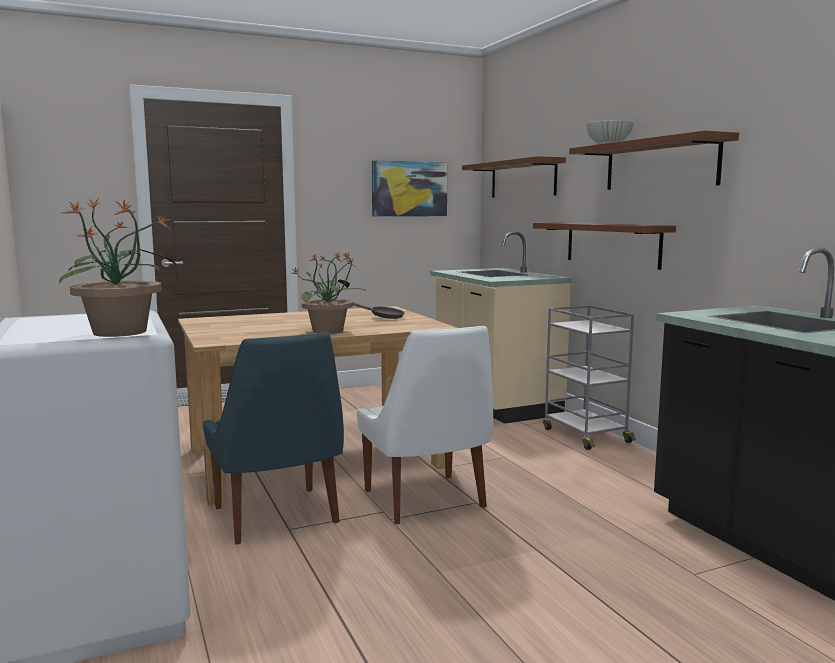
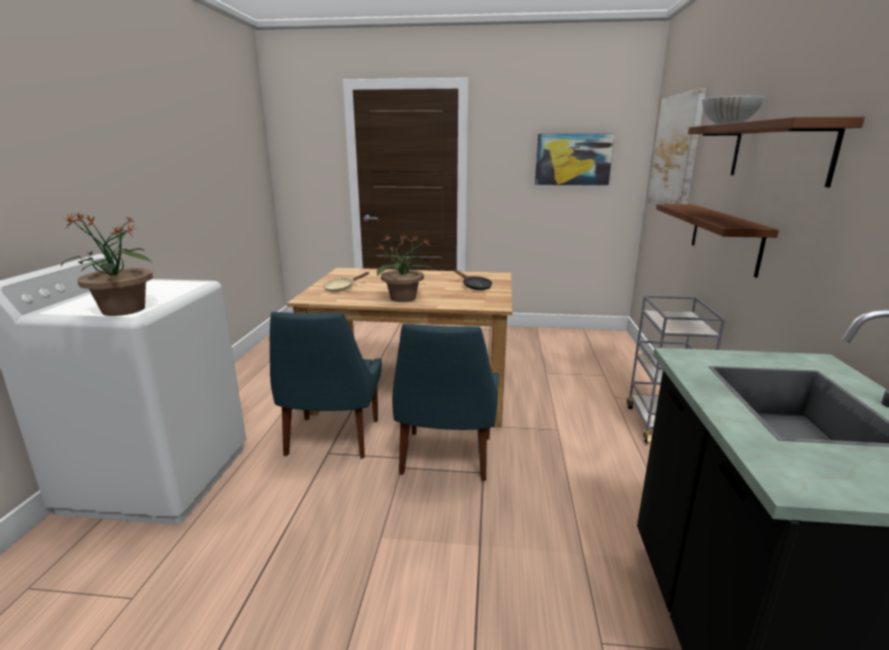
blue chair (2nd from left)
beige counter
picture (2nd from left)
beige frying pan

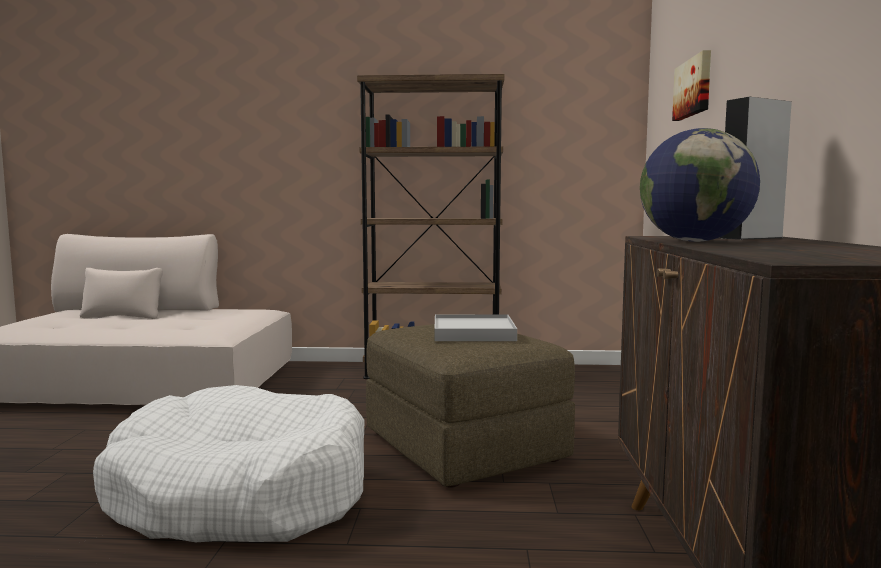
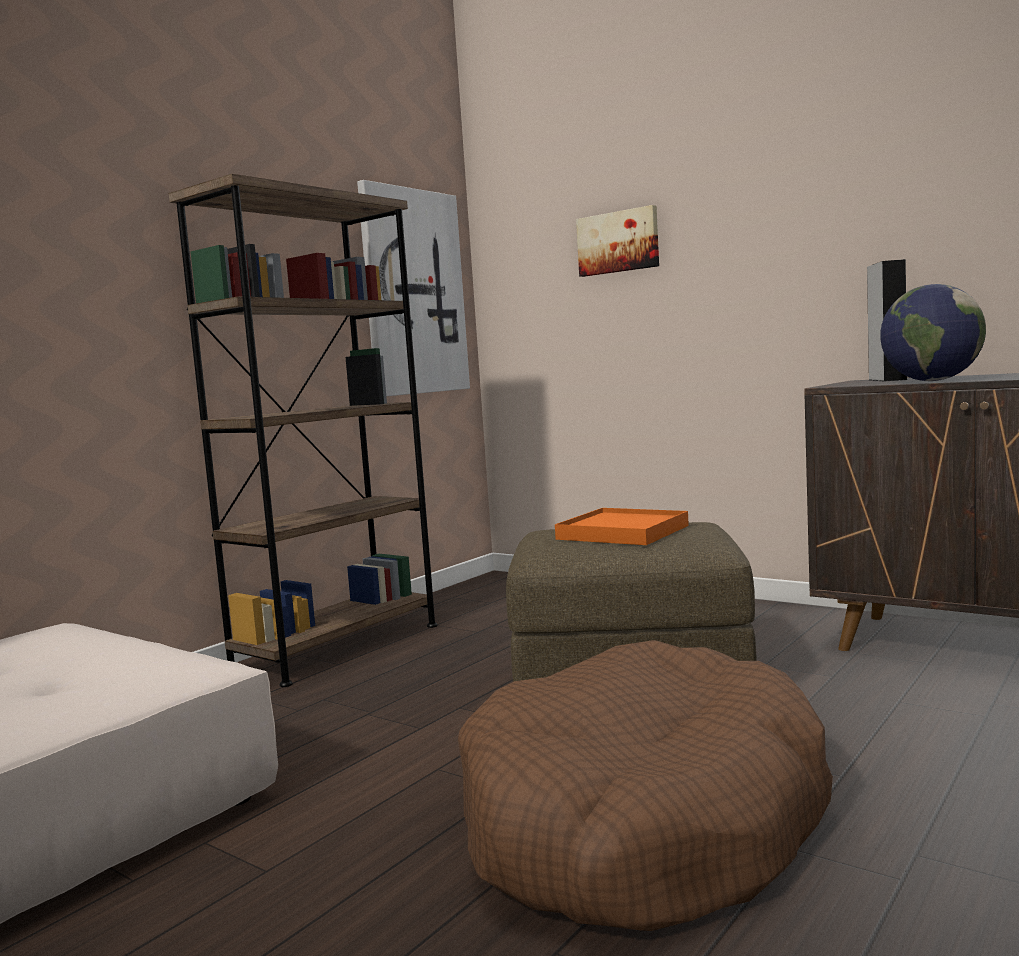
brown dog bed
orange tray
picture (1st from left)

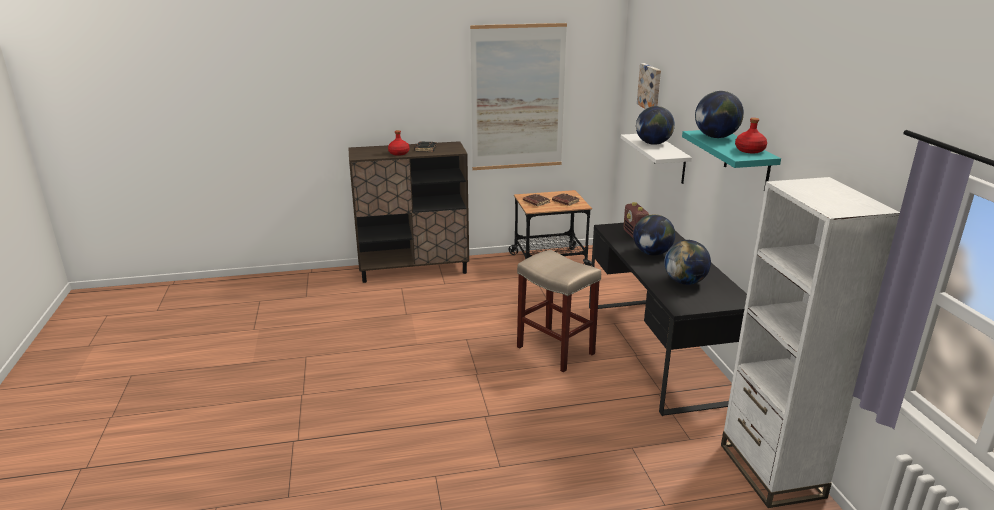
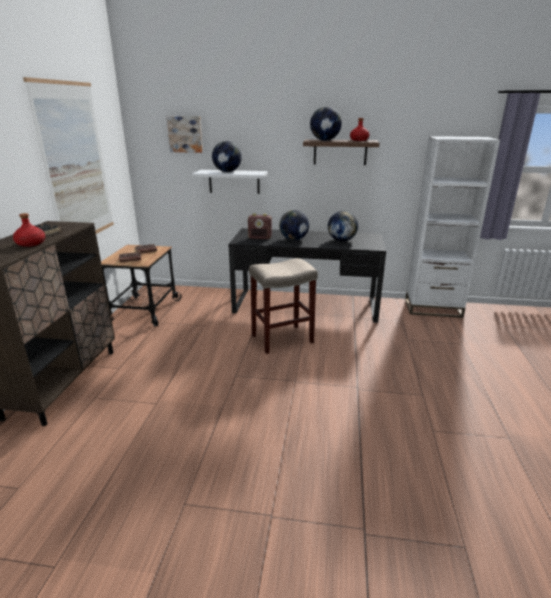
brown shelf

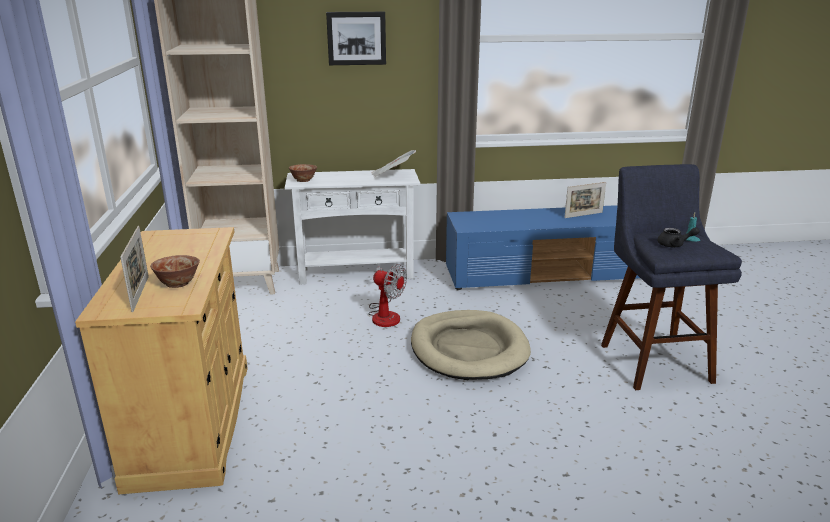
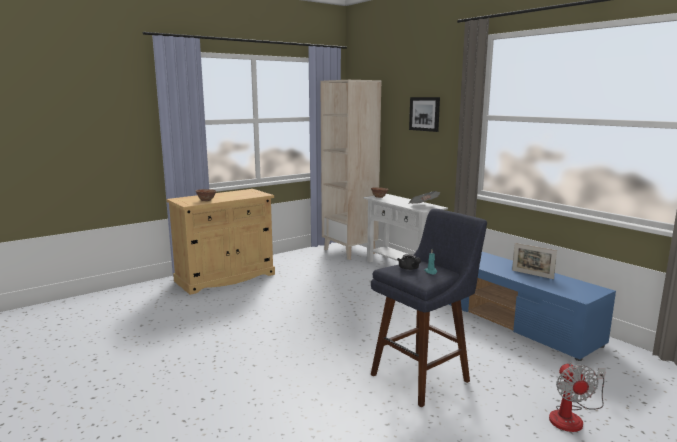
picture frame (1st from left in the first image)
fan
beige dog bed

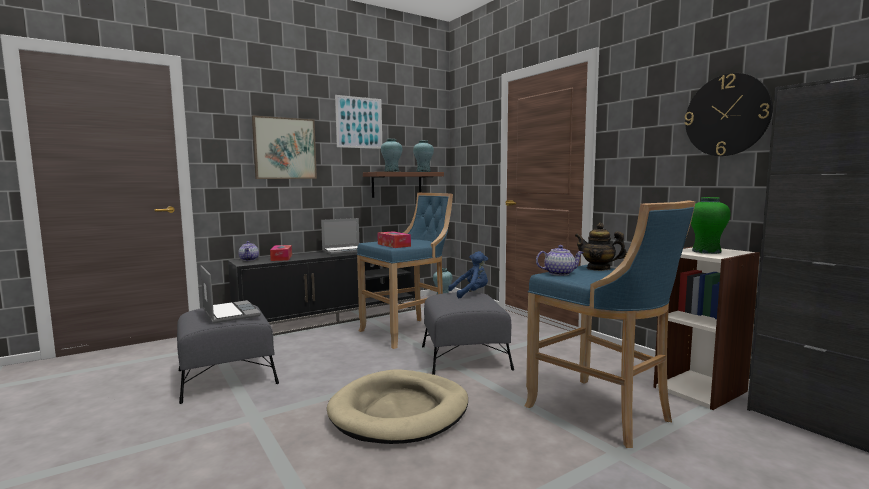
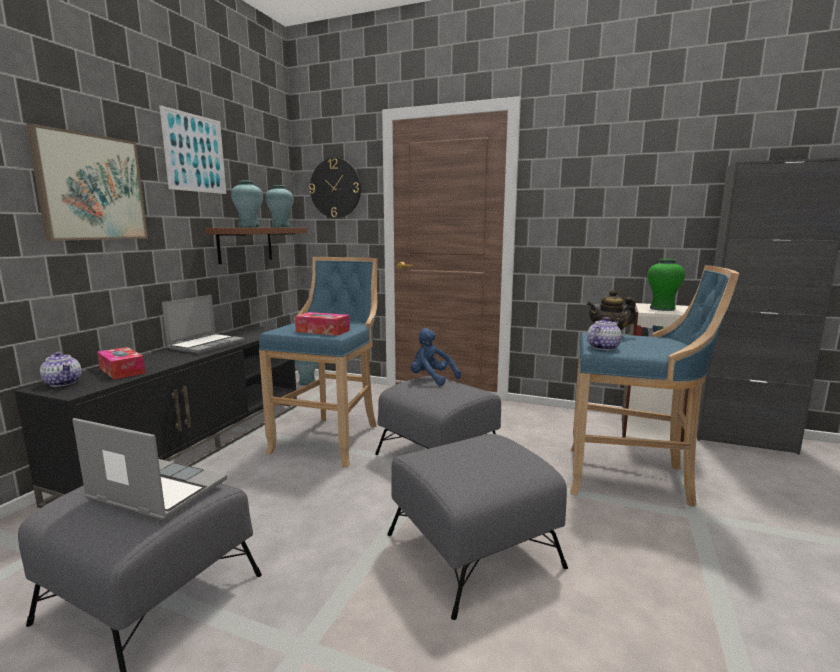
grey ottoman (3rd from left)
blue plush toy
wall clock

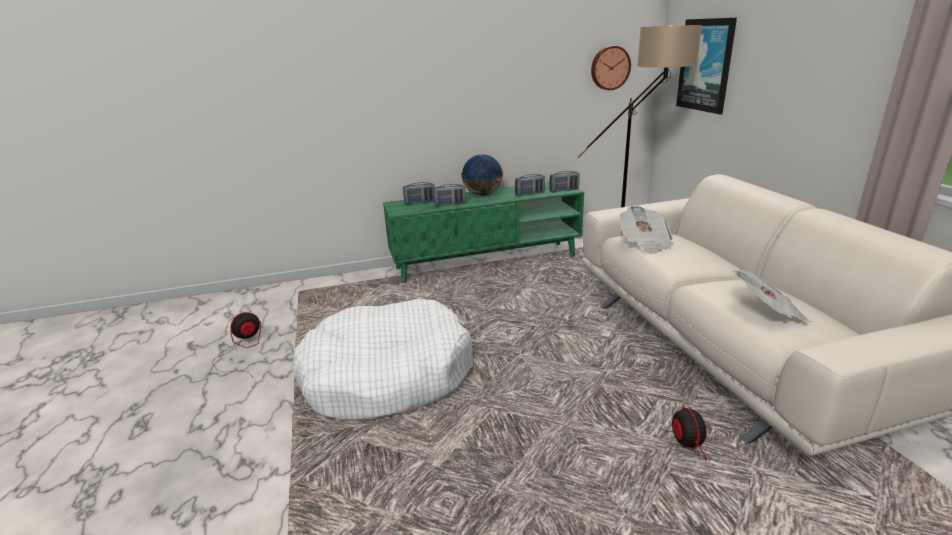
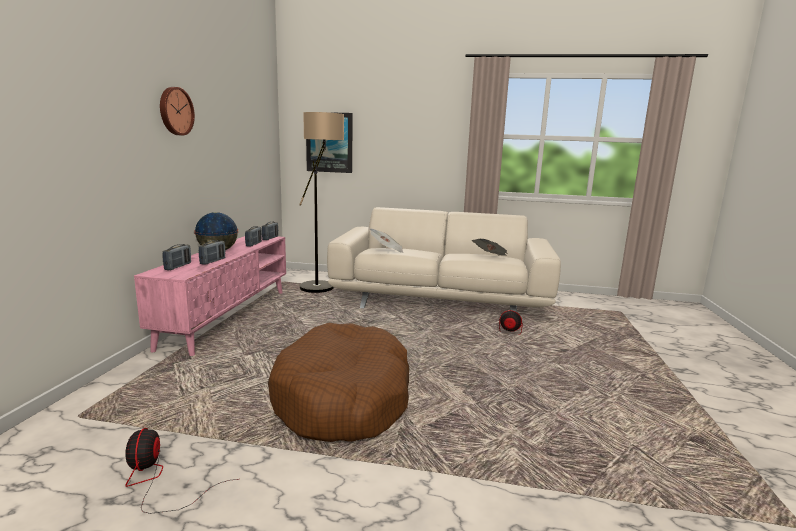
brown dog bed
pink tv stand
wall clock

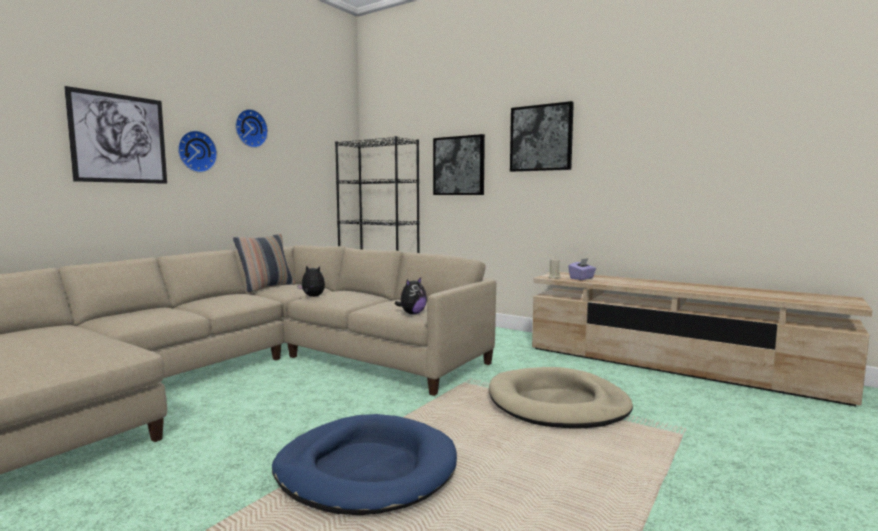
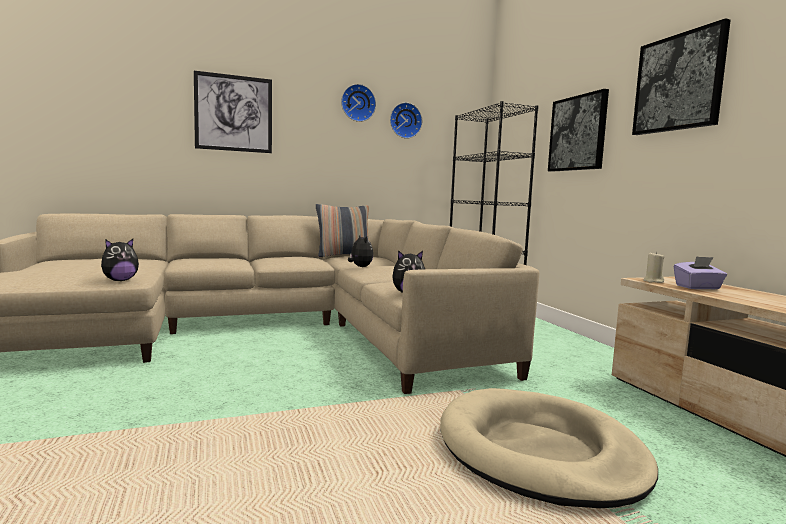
wall clock (2nd from left)
blue dog bed
plush toy (1st from left)

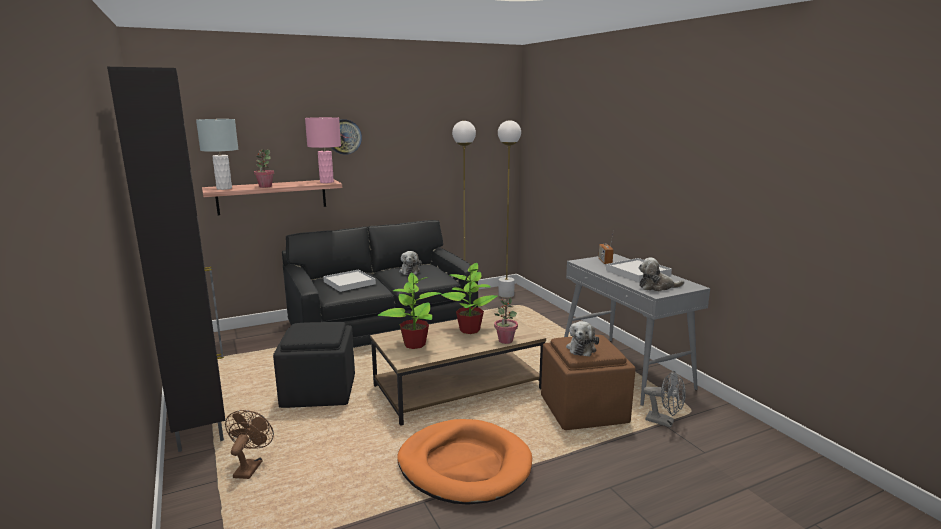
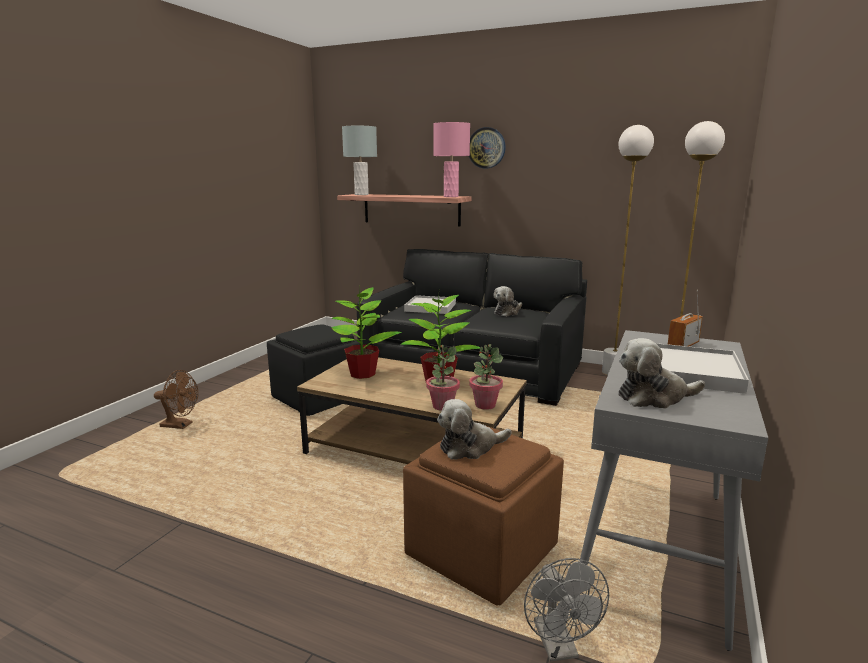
black cabinet
brown fan
potted plant (4th from left)
orange dog bed
plush toy (3rd from left)

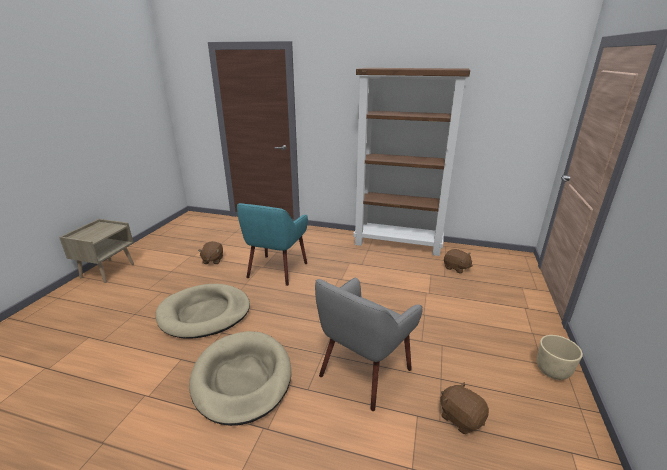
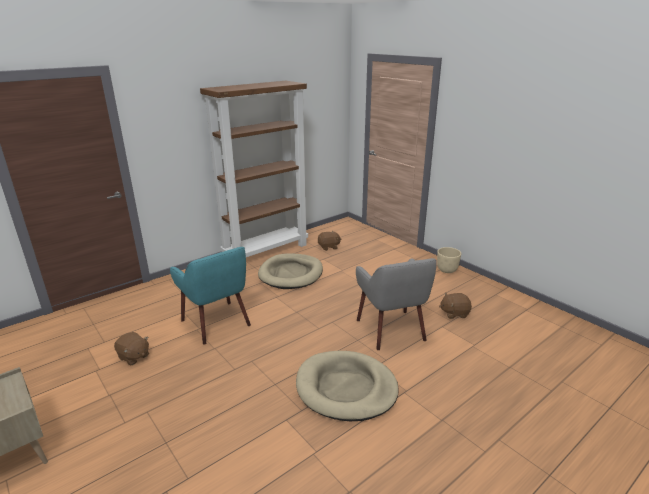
beige dog bed (1st from left)

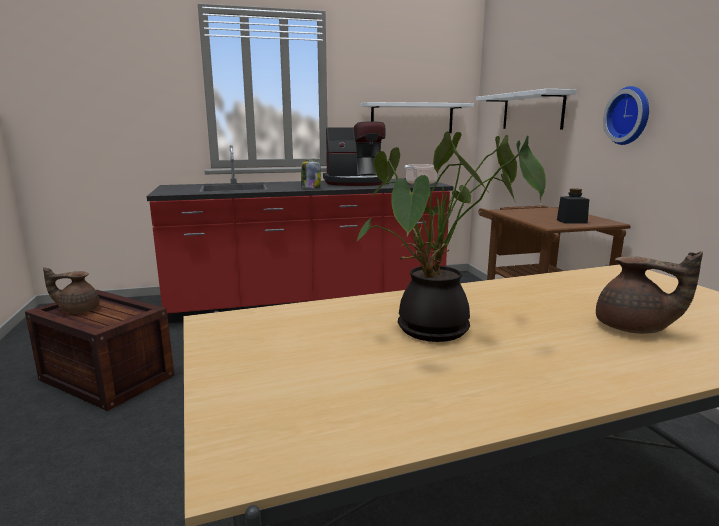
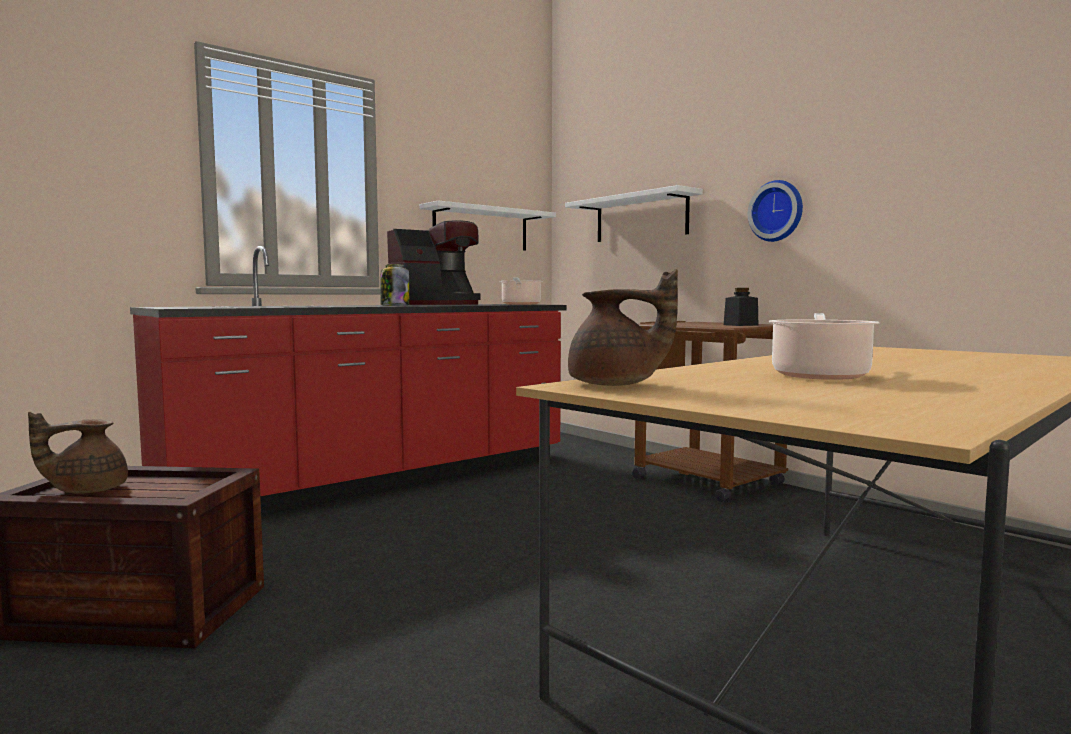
cooking pot (2nd from left)
brown teapot (2nd from left)

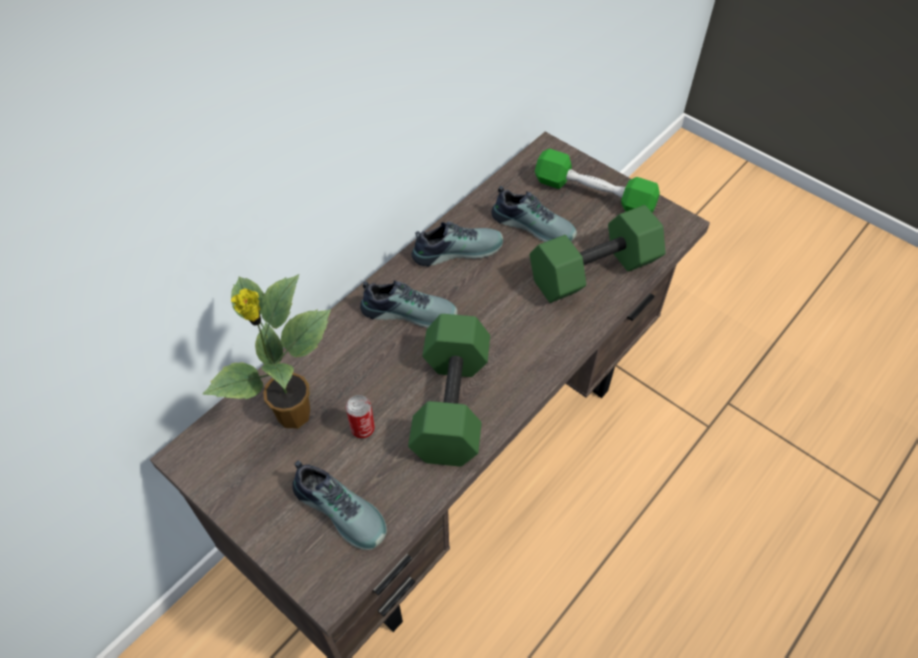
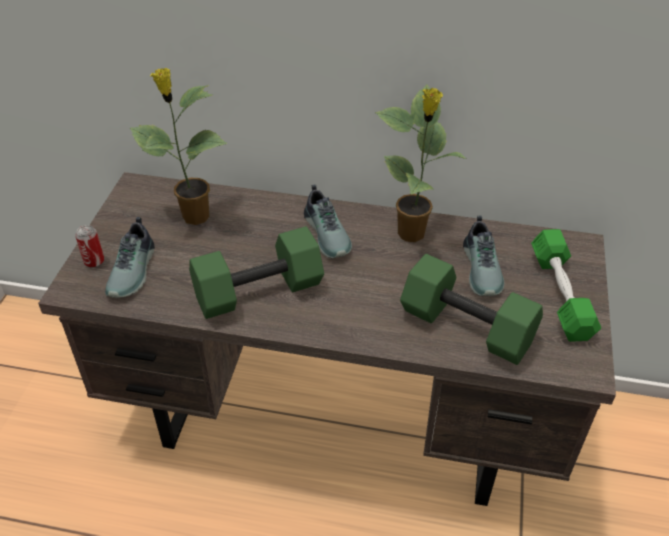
can
potted plant (2nd from left)

